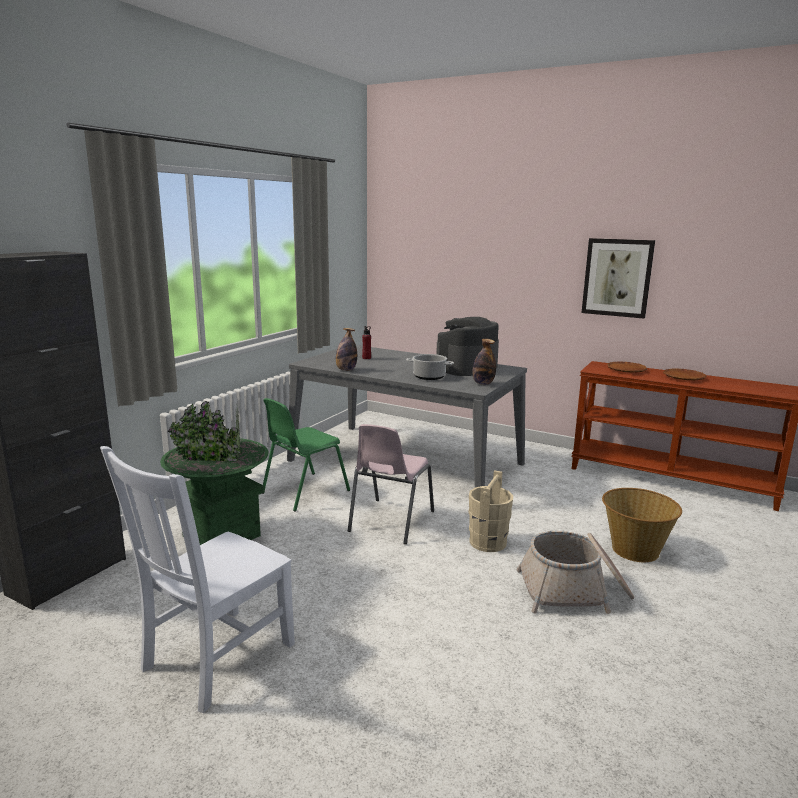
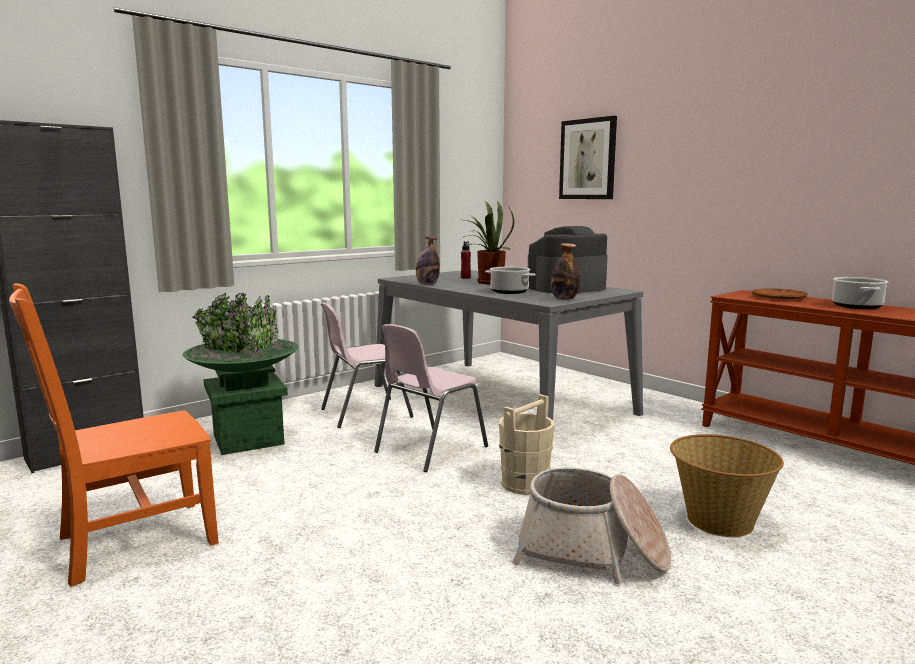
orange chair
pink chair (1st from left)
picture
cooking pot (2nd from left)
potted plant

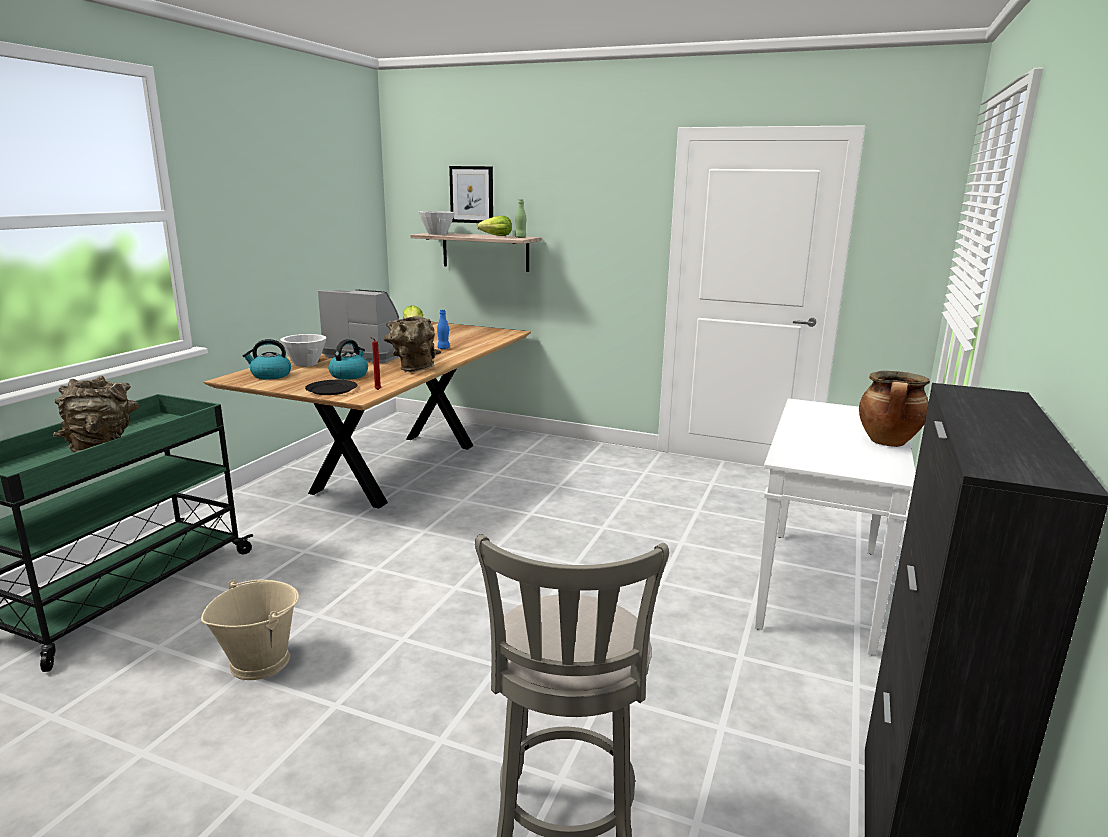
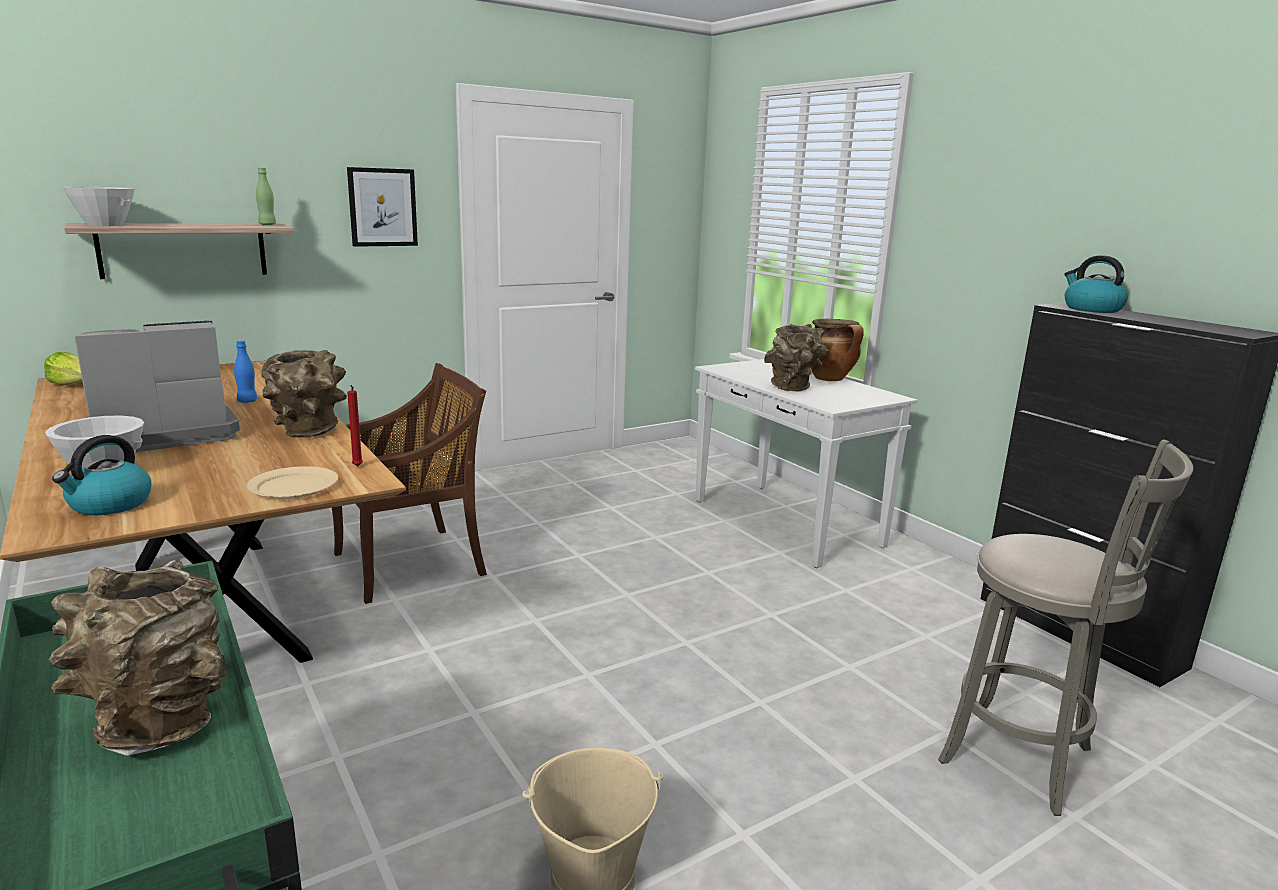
beige plate
kettle (2nd from left)
picture
lettuce (2nd from left in the first image)
brown chair
brown vase (3rd from left)

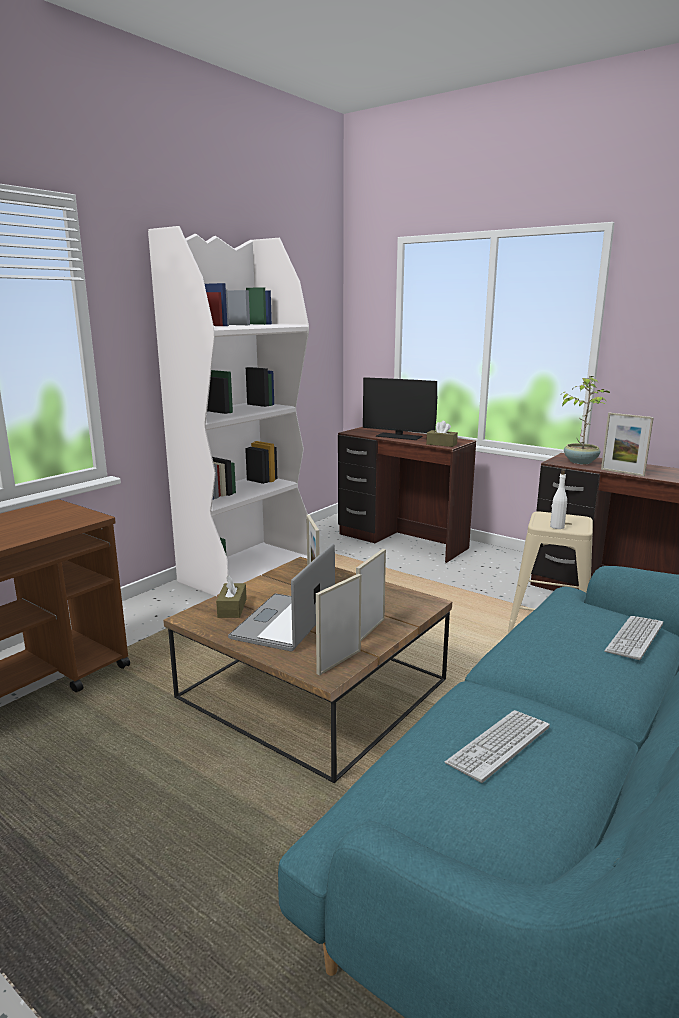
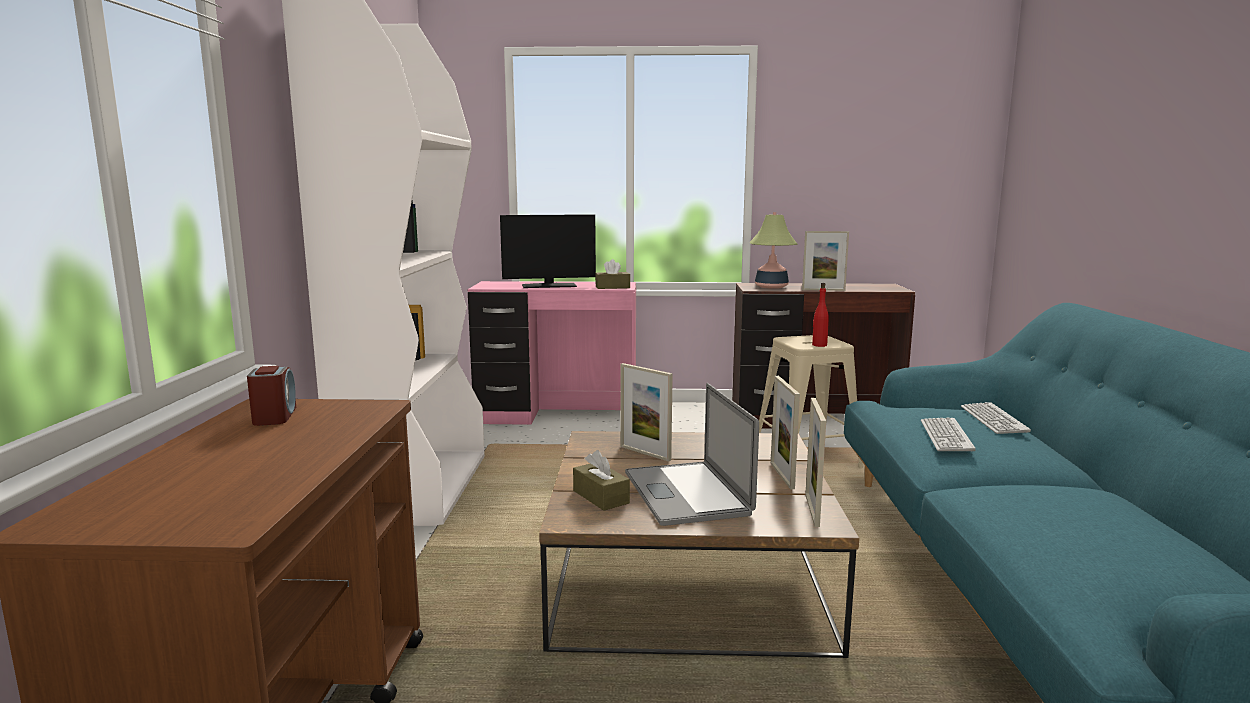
pink desk
keyboard (1st from left)
red bottle
table lamp
alarm clock

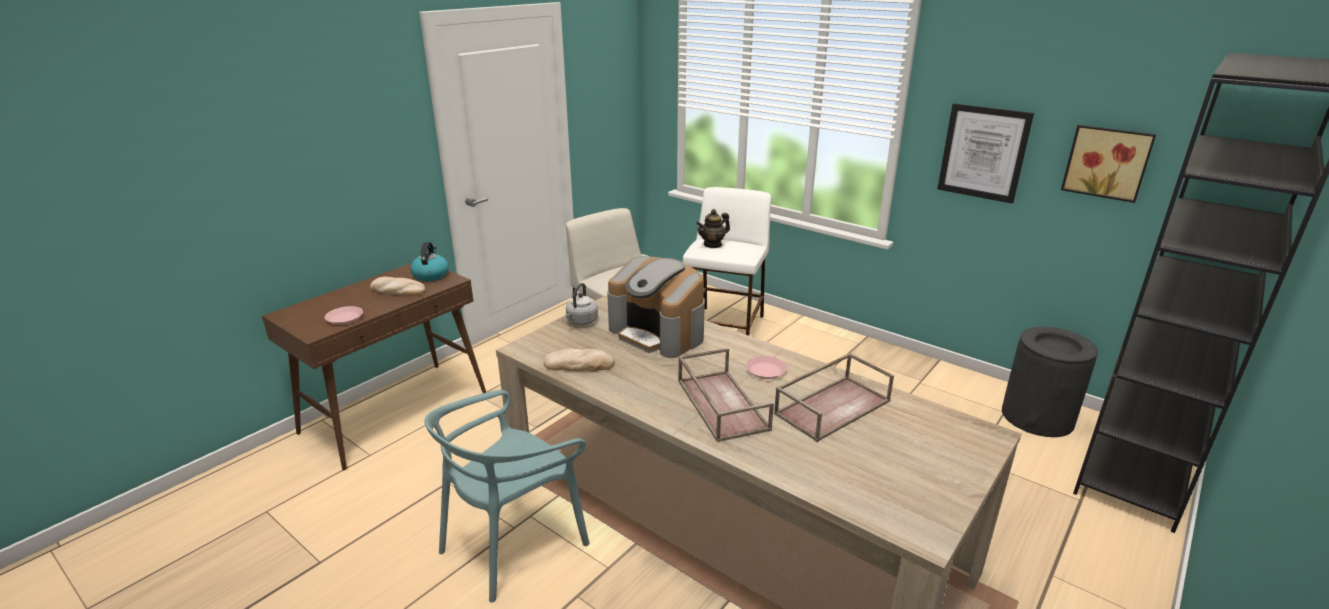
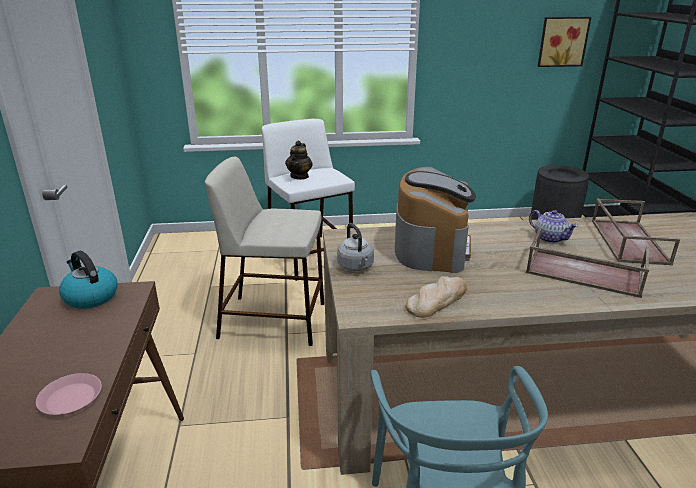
bread (1st from left in the first image)
coffee machine
teapot (2nd from left)
picture (1st from left in the first image)

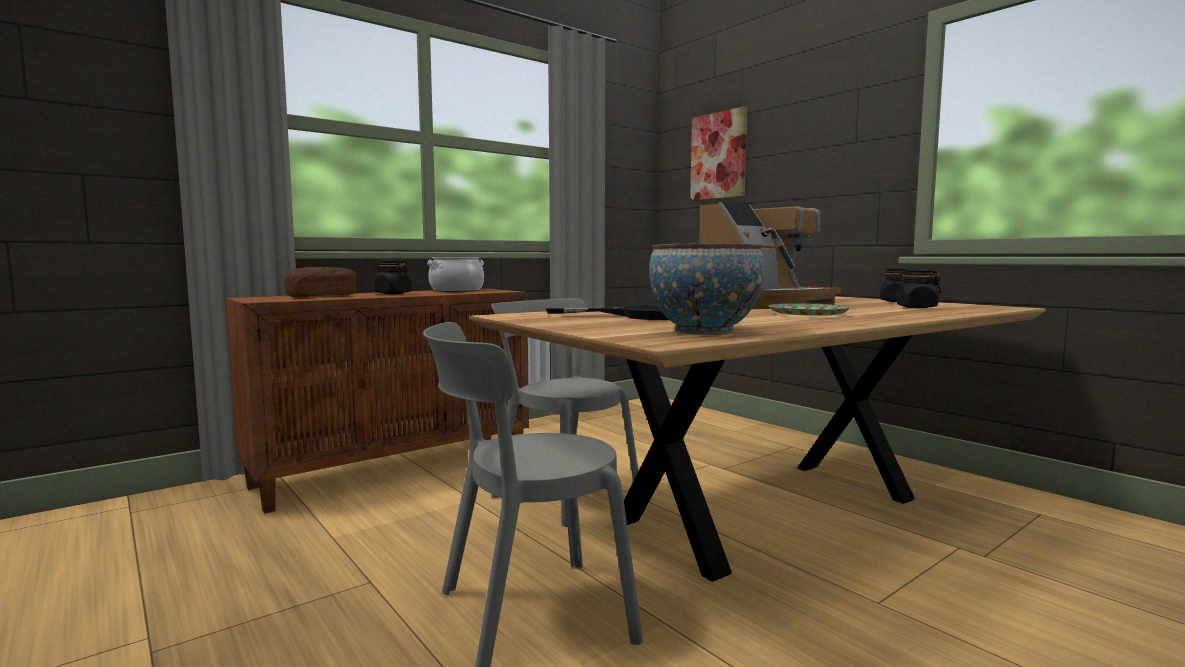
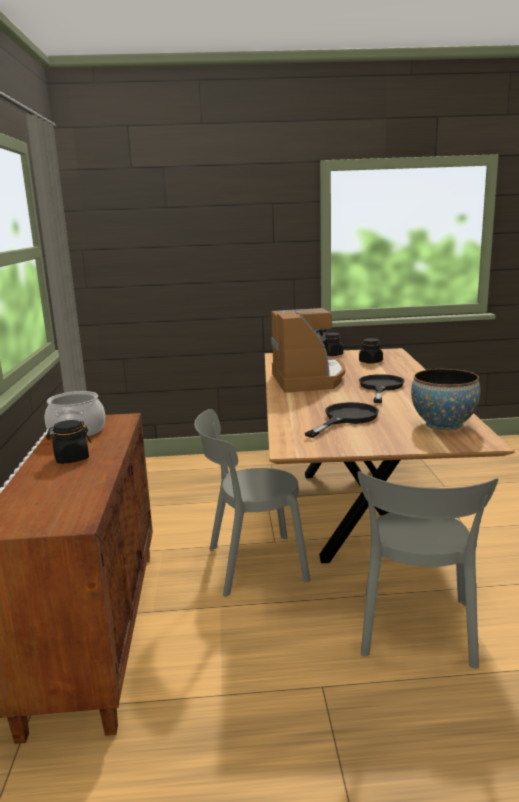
bread
picture
black frying pan (2nd from left)

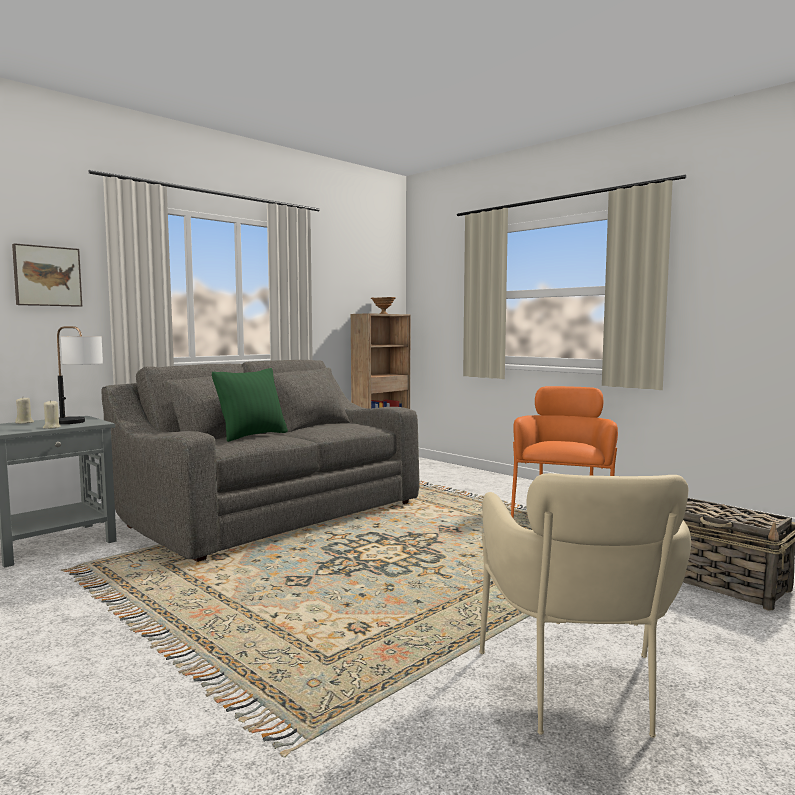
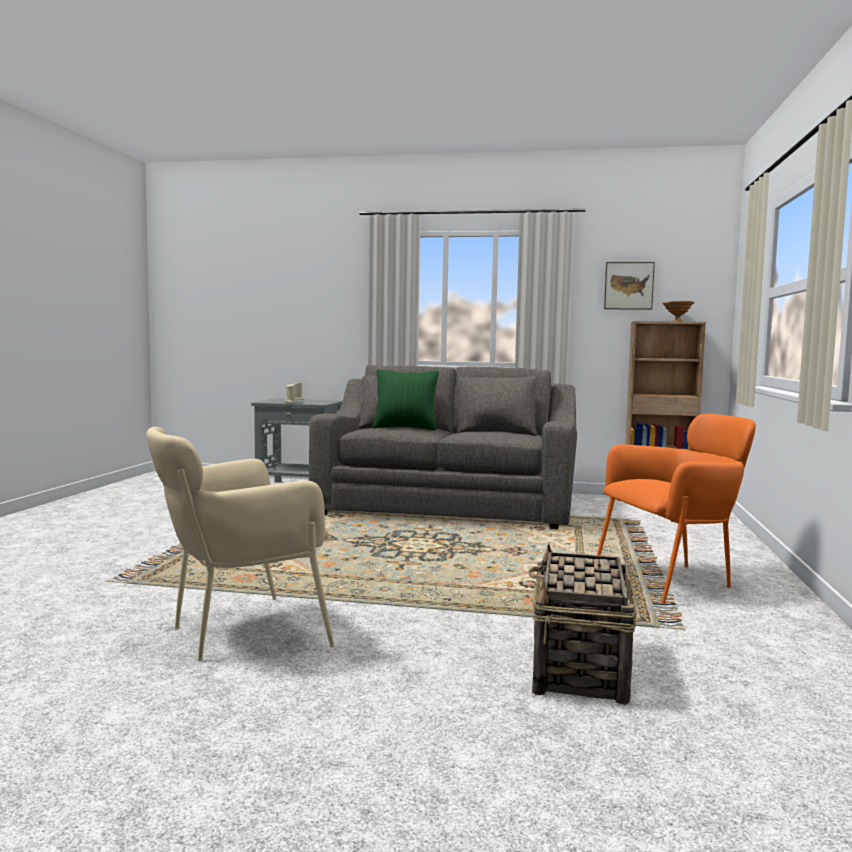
picture
table lamp

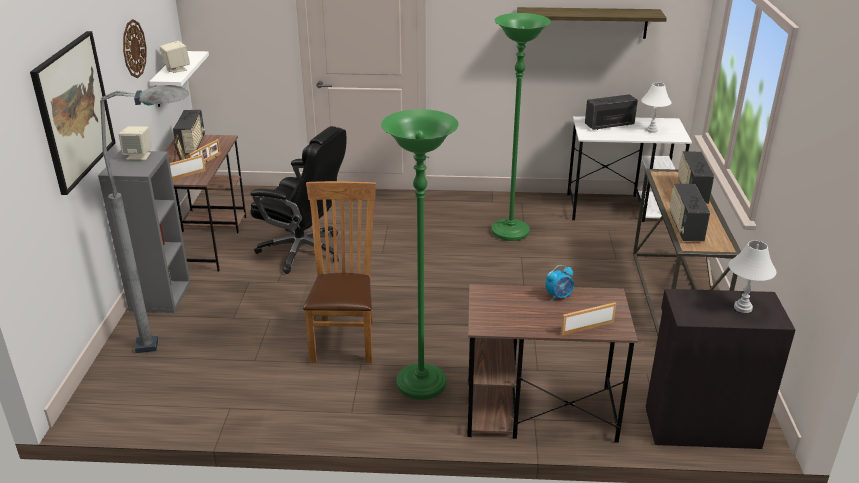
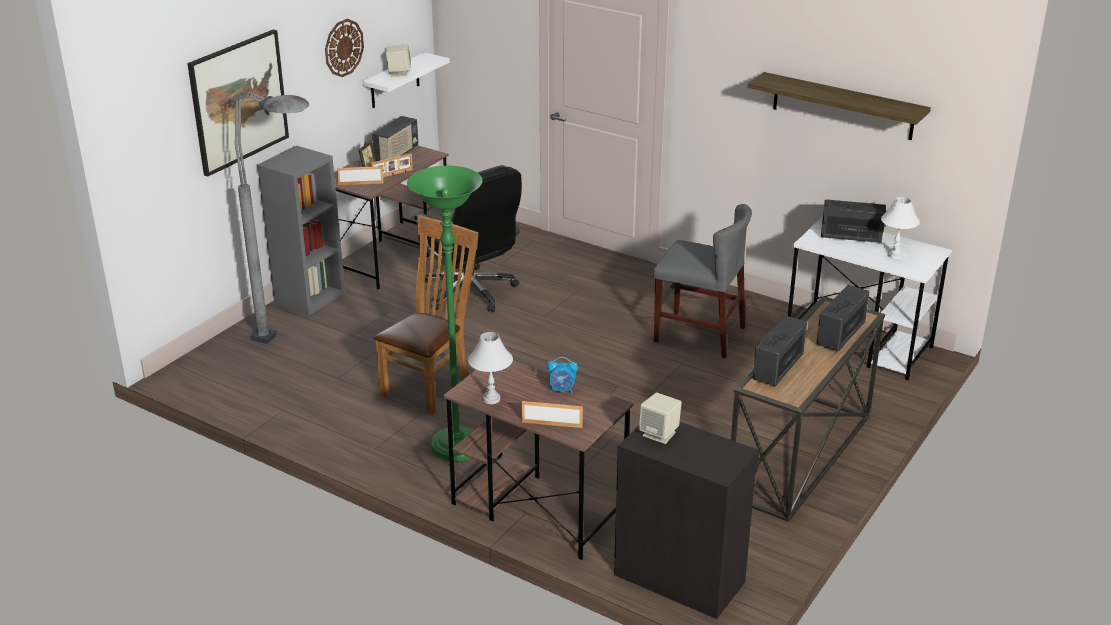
beige speaker (2nd from left)
grey chair
white table lamp (1st from left)

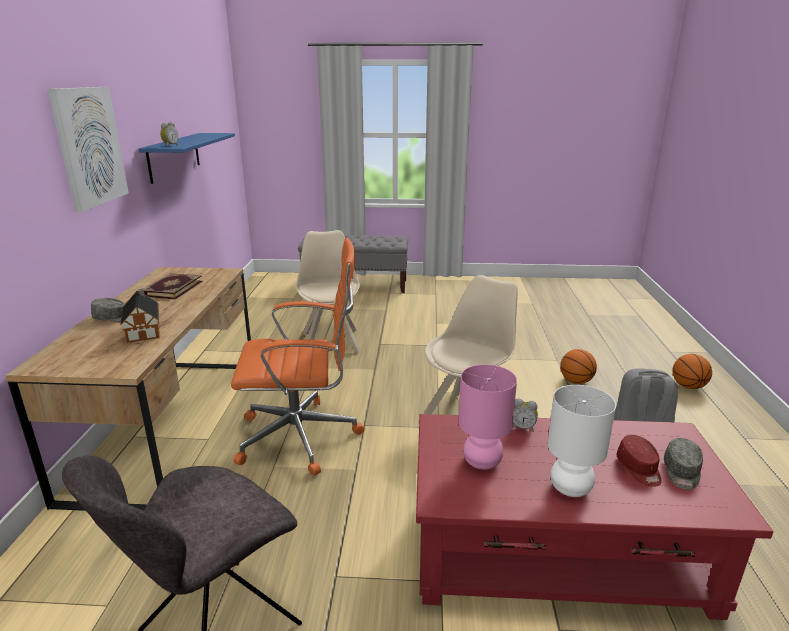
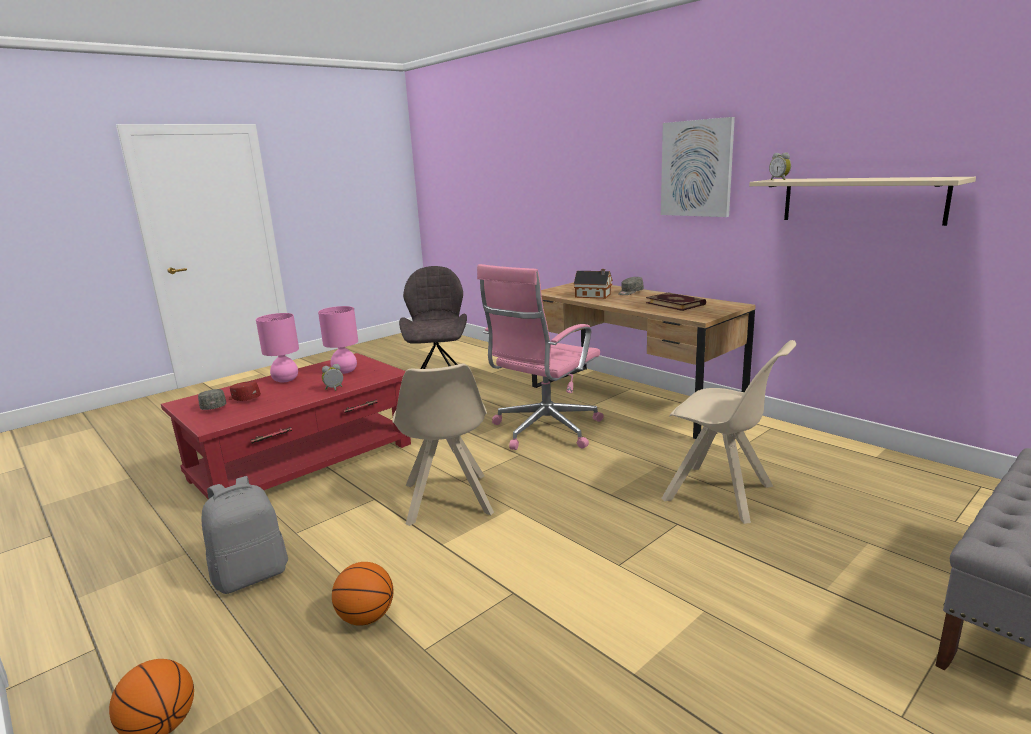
beige shelf
pink office chair
pink table lamp (1st from left)

